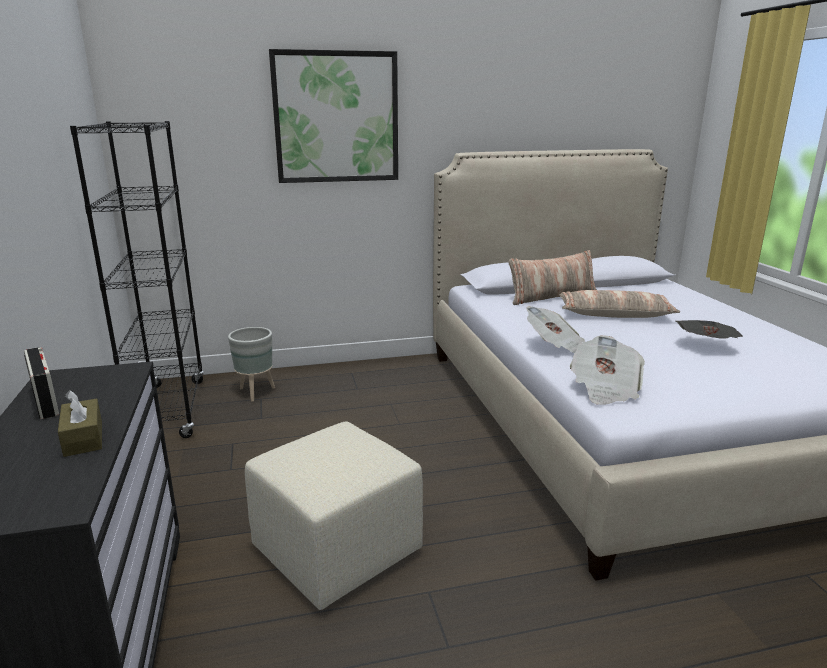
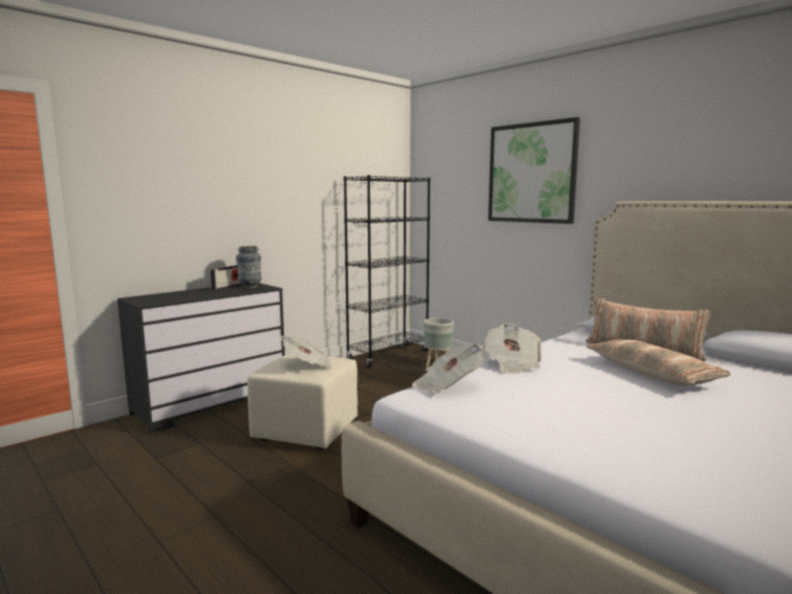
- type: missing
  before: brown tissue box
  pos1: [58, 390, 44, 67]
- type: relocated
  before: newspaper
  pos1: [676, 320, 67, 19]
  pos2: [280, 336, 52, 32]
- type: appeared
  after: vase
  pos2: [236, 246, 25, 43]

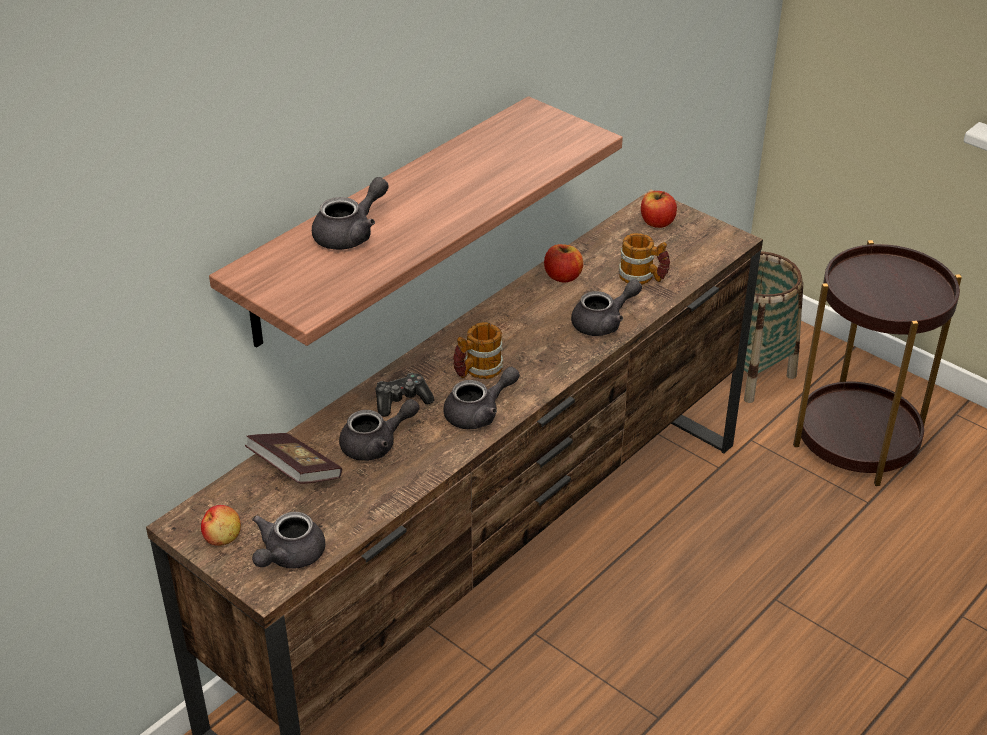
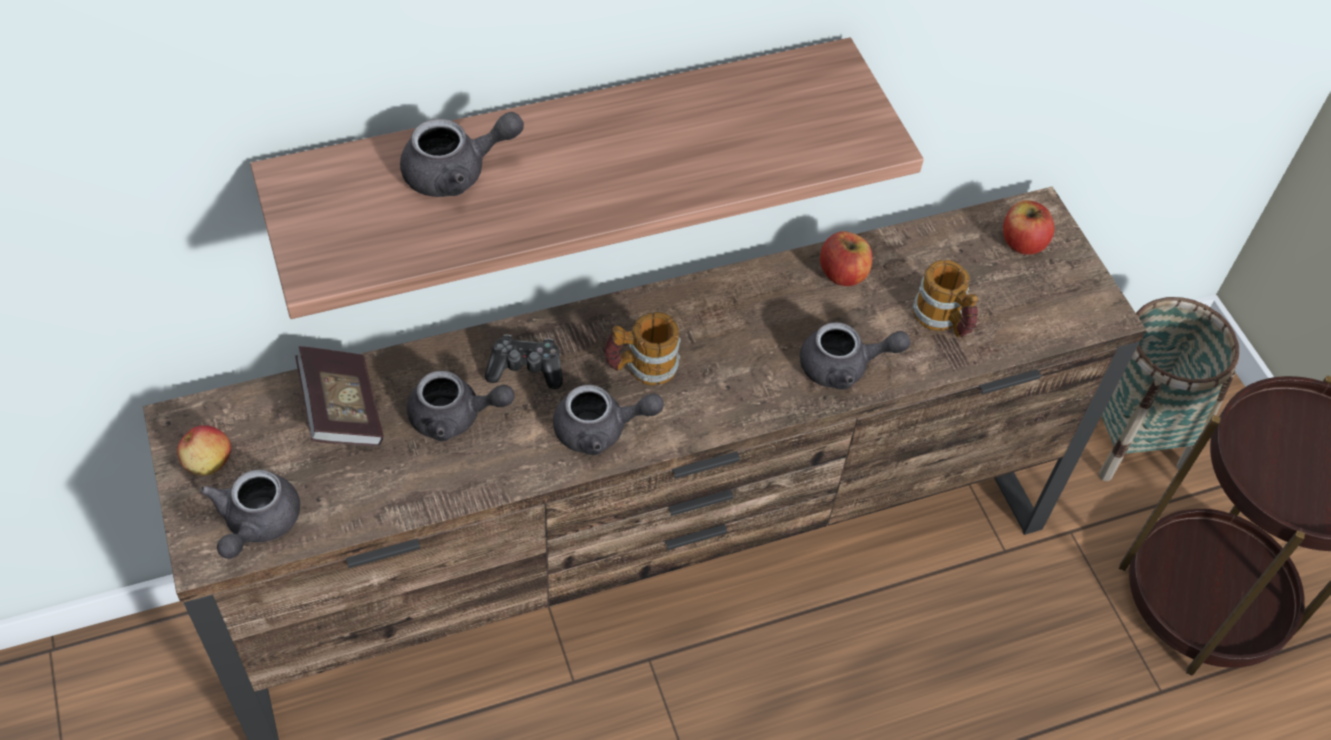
- type: spun
  before: grey teapot
  pos1: [252, 512, 73, 57]
  pos2: [200, 470, 100, 89]
  turn: -45

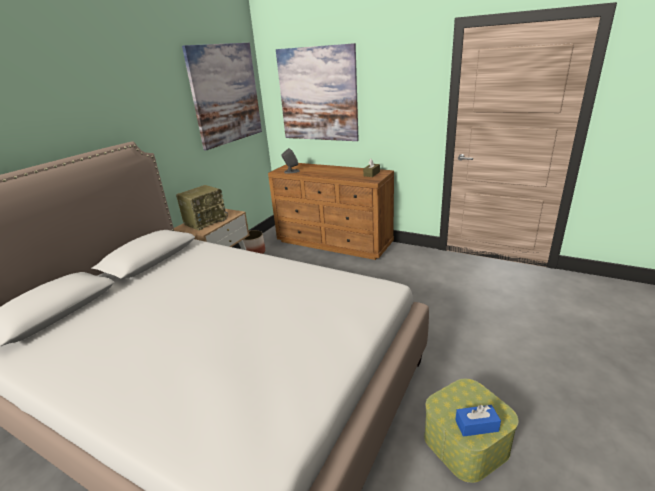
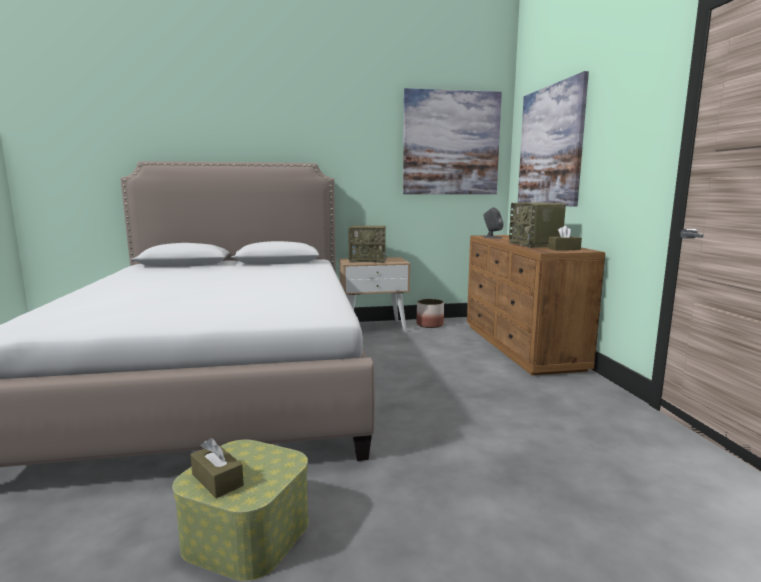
- type: colour
  before: blue tissue box
  after: brown tissue box
  pos1: [455, 405, 46, 32]
  pos2: [191, 438, 53, 60]
- type: appeared
  after: radio
  pos2: [509, 202, 57, 46]

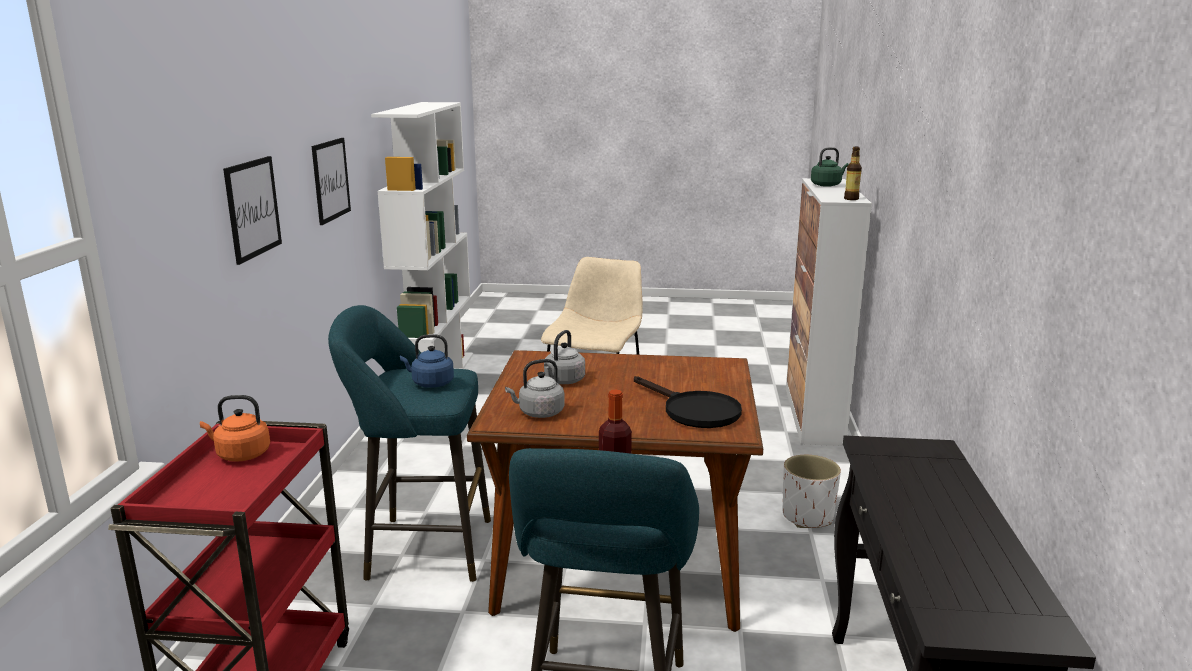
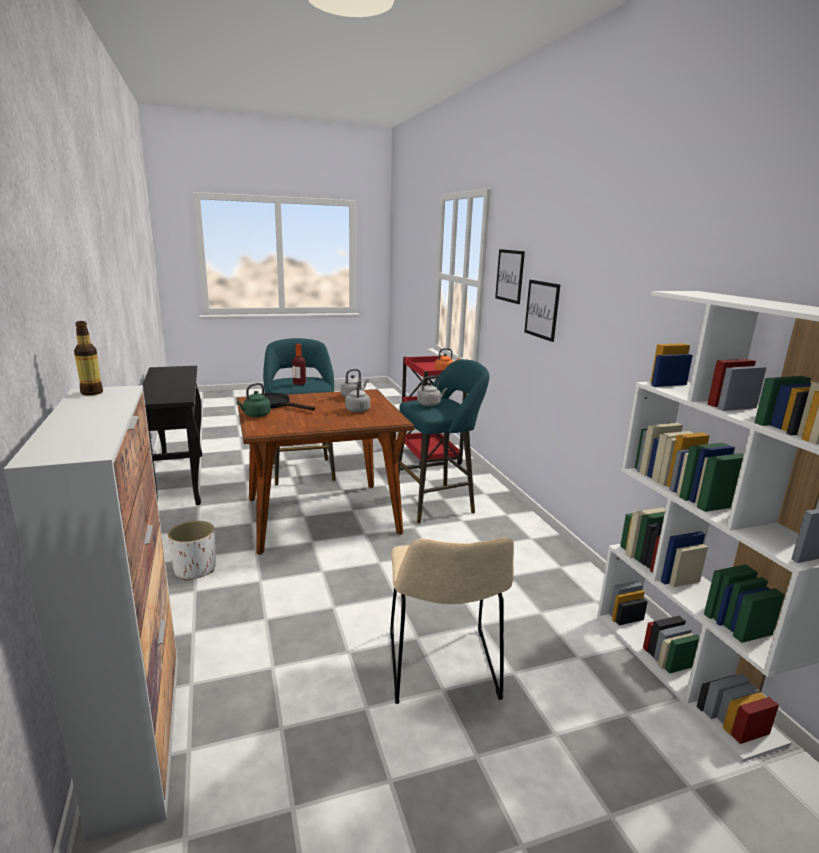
- type: relocated
  before: picture
  pos1: [312, 138, 39, 87]
  pos2: [495, 249, 30, 55]
- type: colour
  before: blue kettle
  after: grey kettle
  pos1: [400, 334, 54, 54]
  pos2: [417, 376, 30, 30]
- type: relocated
  before: green kettle
  pos1: [811, 147, 38, 40]
  pos2: [237, 383, 34, 34]

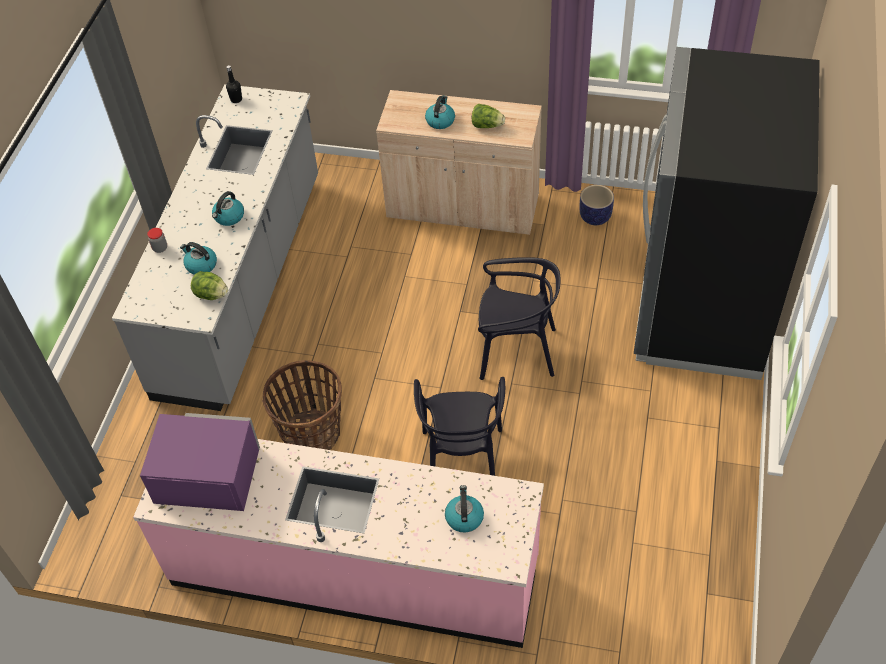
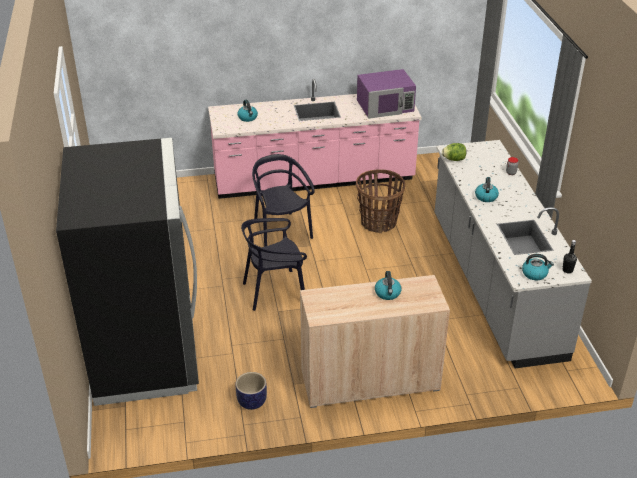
- type: relocated
  before: kettle
  pos1: [180, 242, 37, 33]
  pos2: [522, 254, 32, 26]
- type: missing
  before: lettuce
  pos1: [472, 104, 33, 24]

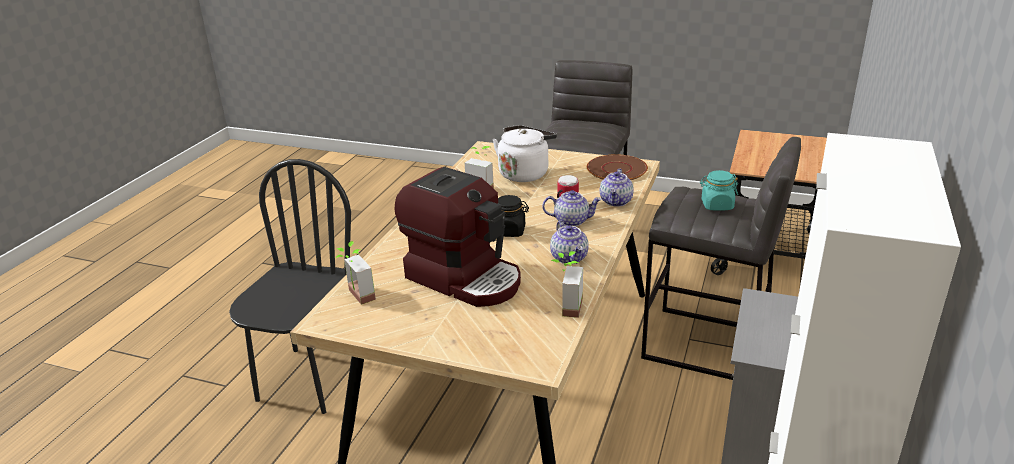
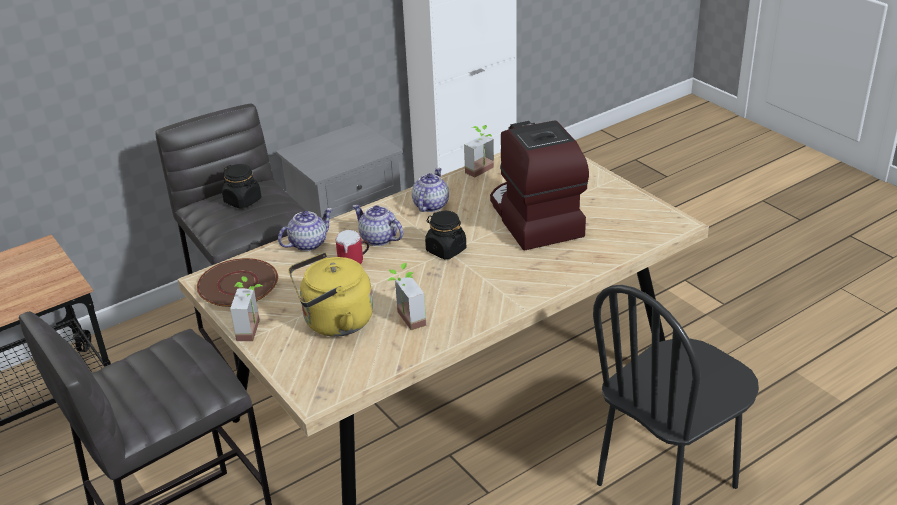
- type: relocated
  before: potted plant
  pos1: [335, 241, 41, 64]
  pos2: [230, 276, 32, 65]
- type: colour
  before: white kettle
  after: yellow kettle
  pos1: [492, 125, 65, 57]
  pos2: [288, 252, 85, 85]
- type: colour
  before: turquoise jar
  after: black jar
  pos1: [700, 170, 38, 41]
  pos2: [222, 164, 39, 45]

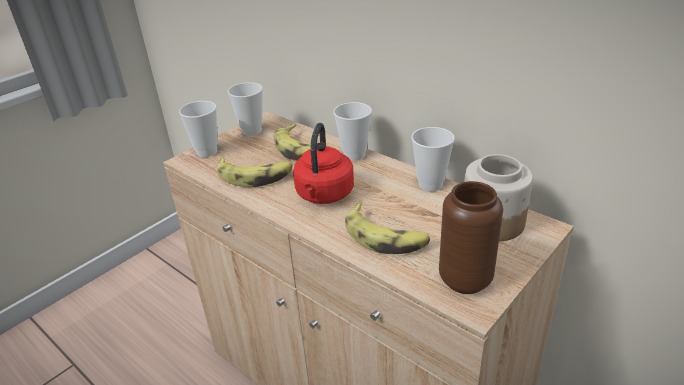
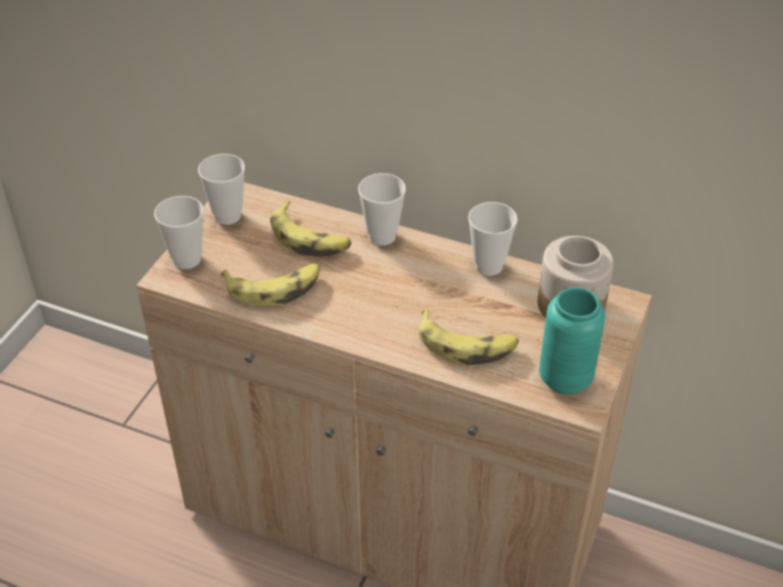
- type: missing
  before: red kettle
  pos1: [293, 123, 61, 81]
- type: colour
  before: brown vase
  after: turquoise vase
  pos1: [439, 181, 64, 113]
  pos2: [539, 287, 67, 107]

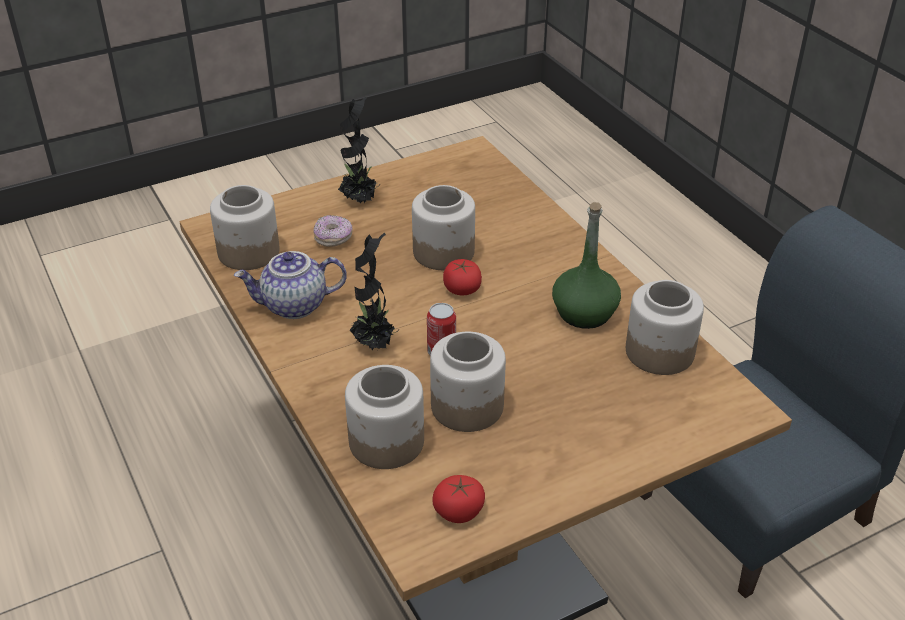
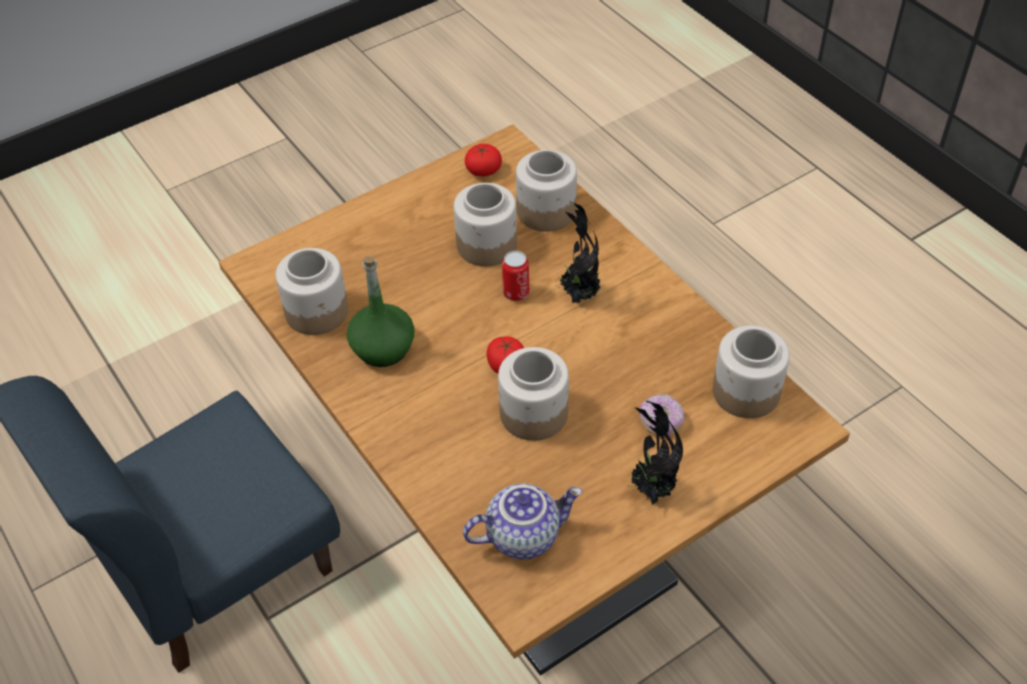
- type: relocated
  before: teapot
  pos1: [234, 251, 113, 68]
  pos2: [463, 484, 119, 76]

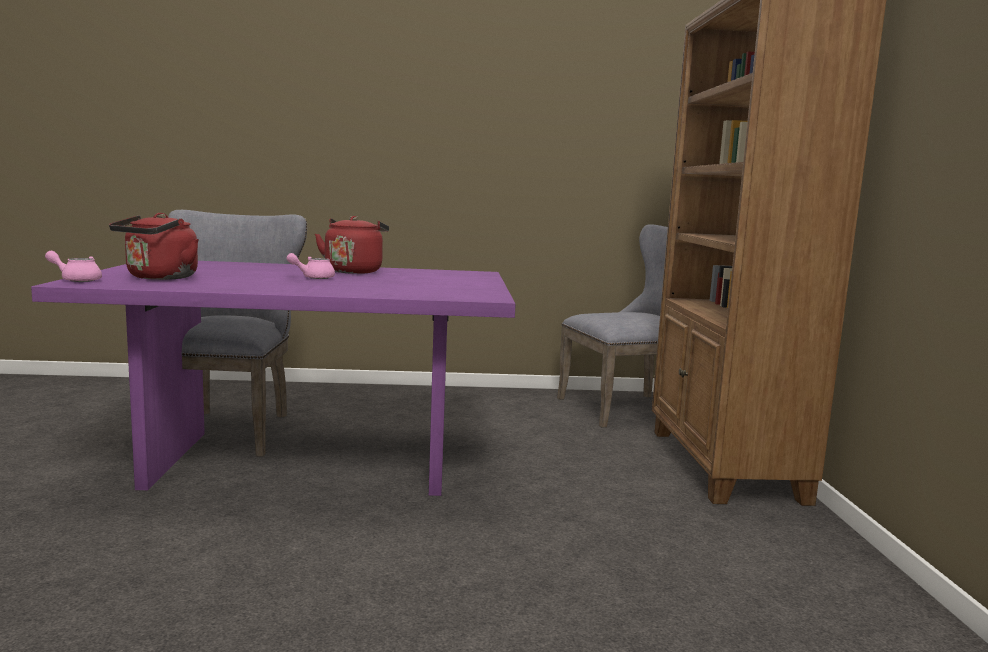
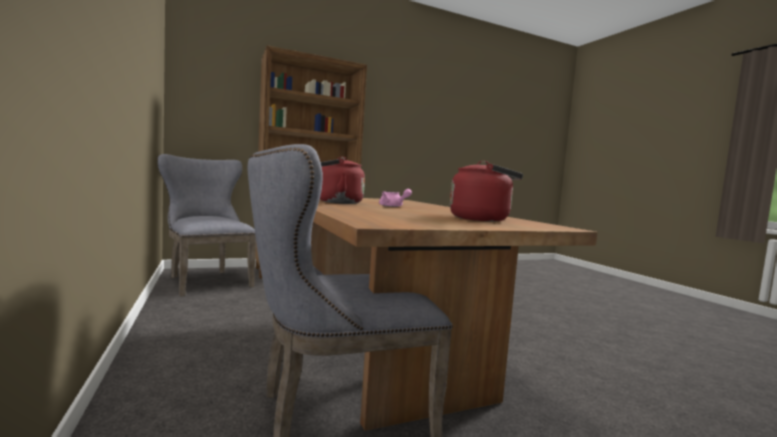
- type: colour
  before: purple dining table
  after: brown dining table
  pos1: [31, 261, 485, 235]
  pos2: [311, 198, 287, 233]
- type: missing
  before: pink teapot
  pos1: [45, 251, 57, 31]

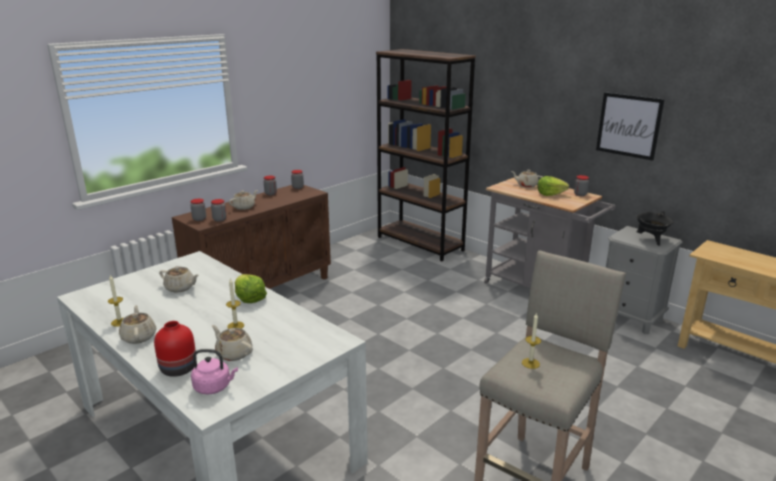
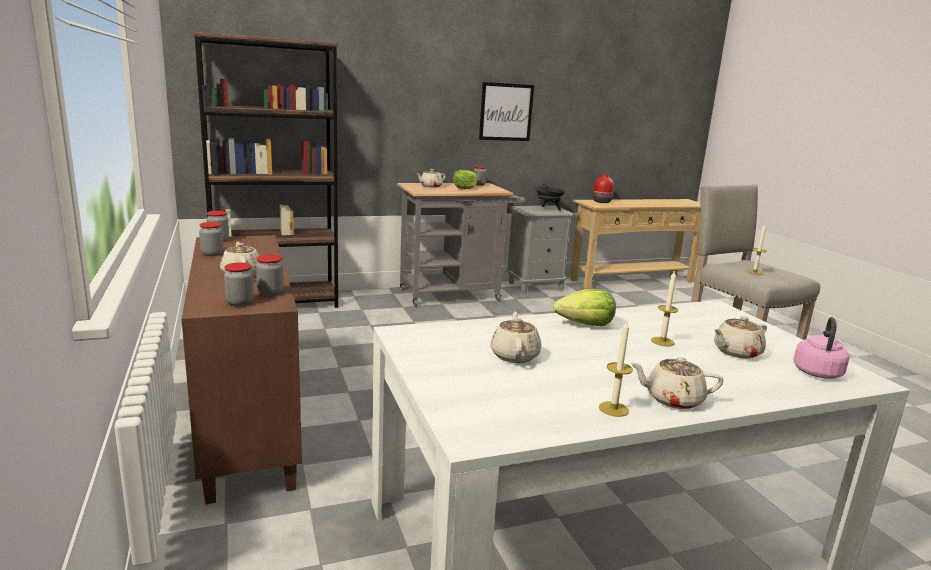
- type: relocated
  before: red vase
  pos1: [154, 321, 43, 56]
  pos2: [593, 174, 21, 29]
- type: spun
  before: beige teapot
  pos1: [159, 266, 40, 27]
  pos2: [490, 312, 51, 51]
  turn: -45

